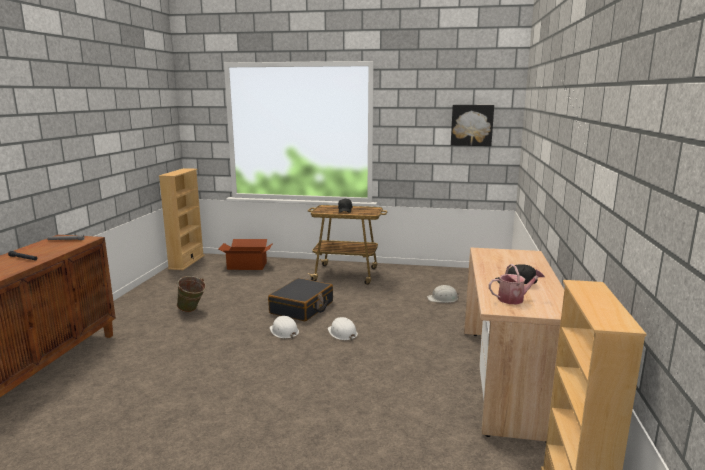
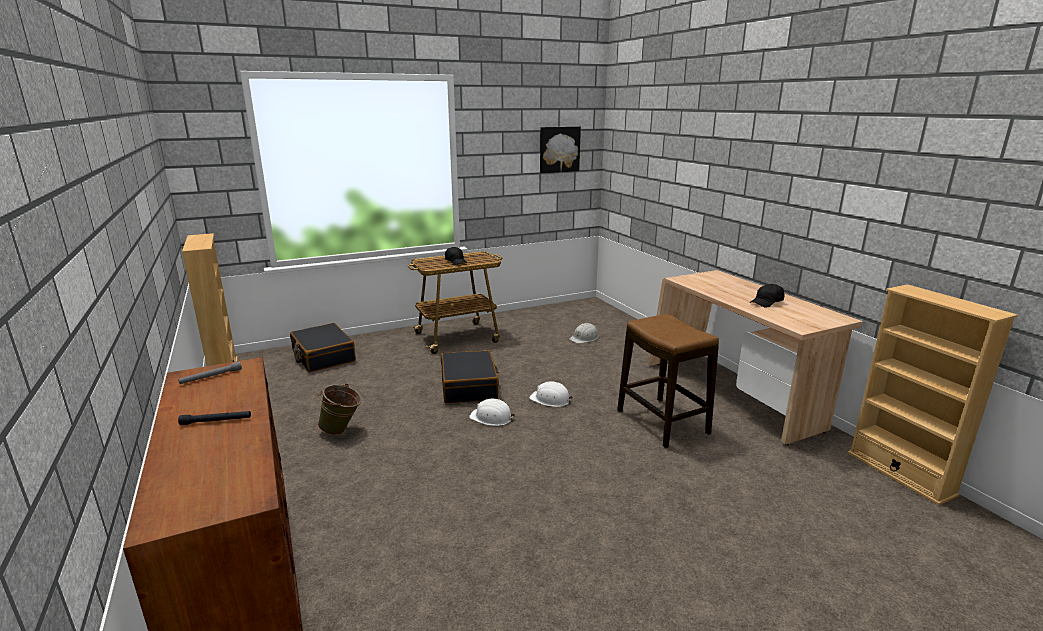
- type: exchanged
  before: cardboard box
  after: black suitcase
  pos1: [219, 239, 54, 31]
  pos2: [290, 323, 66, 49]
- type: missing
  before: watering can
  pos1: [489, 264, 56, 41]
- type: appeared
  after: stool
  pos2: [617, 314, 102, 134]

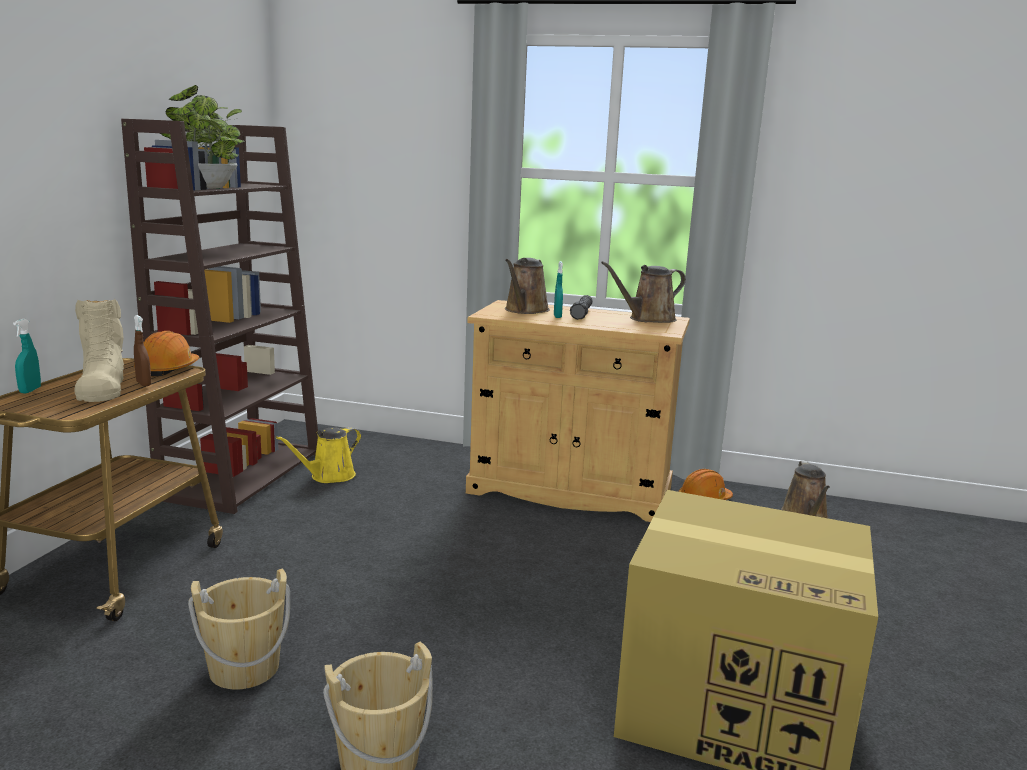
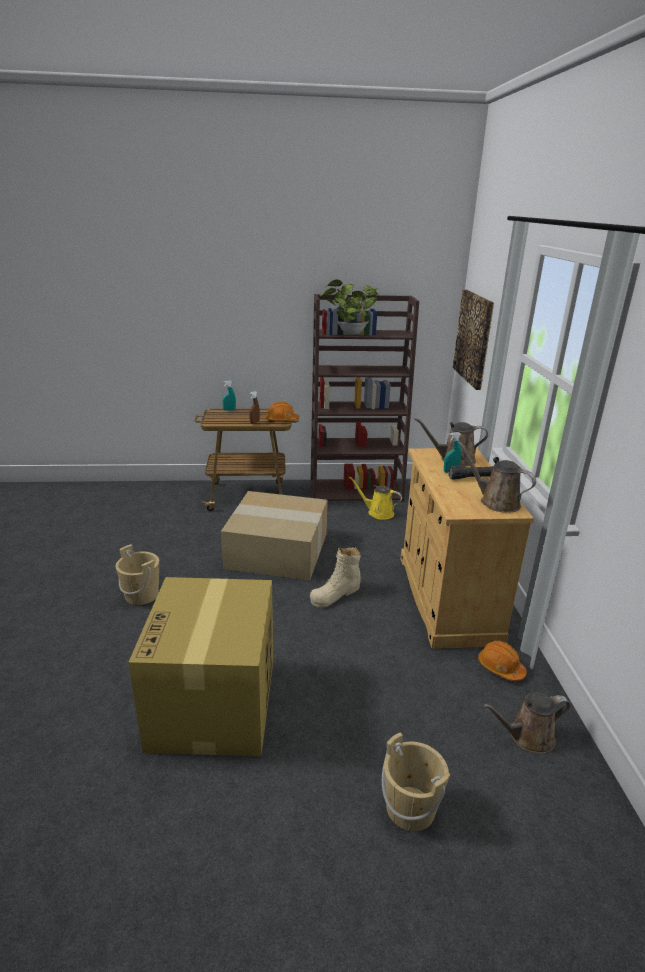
- type: relocated
  before: beige boot
  pos1: [74, 299, 50, 103]
  pos2: [310, 547, 50, 61]
- type: relocated
  before: beige bucket
  pos1: [188, 569, 102, 121]
  pos2: [382, 732, 68, 99]
- type: appeared
  after: cardboard box
  pos2: [221, 491, 107, 89]
- type: appeared
  after: picture
  pos2: [453, 289, 41, 101]

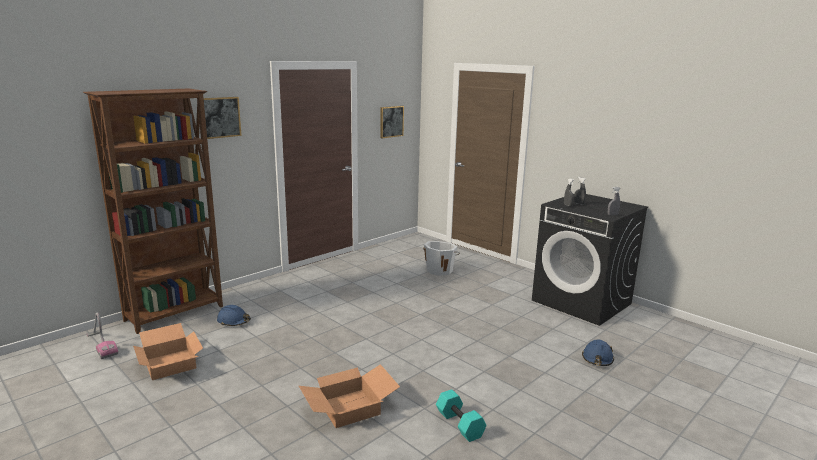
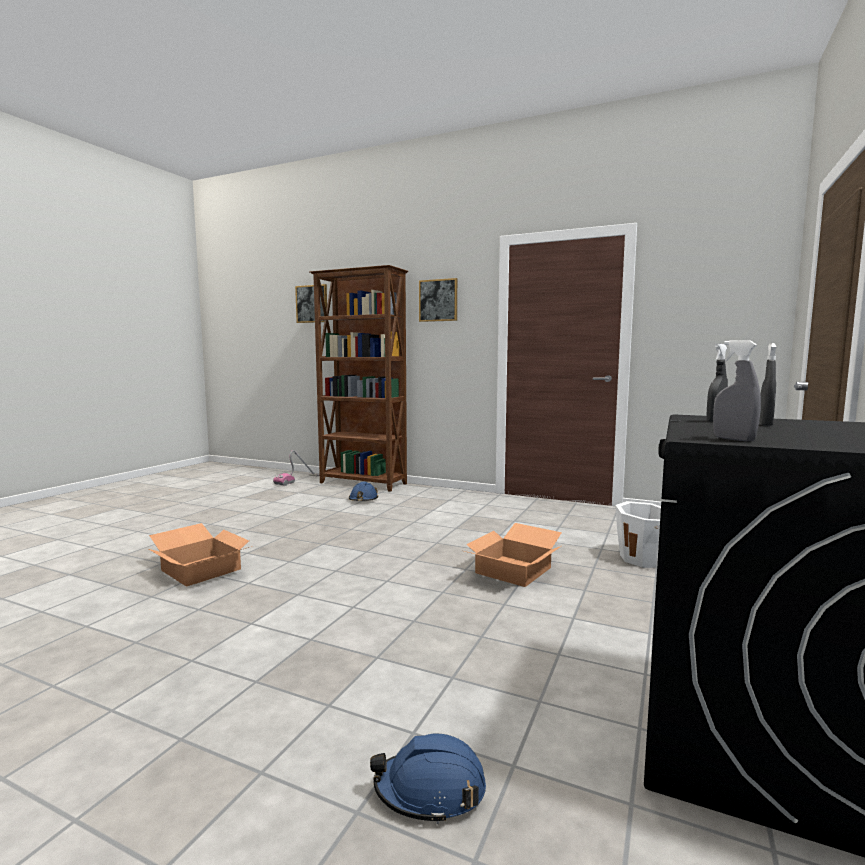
- type: relocated
  before: cardboard box
  pos1: [133, 323, 70, 57]
  pos2: [464, 523, 98, 64]
- type: relocated
  before: picture
  pos1: [380, 106, 24, 32]
  pos2: [295, 284, 32, 39]
- type: missing
  before: turquoise dumbbell
  pos1: [436, 389, 50, 53]

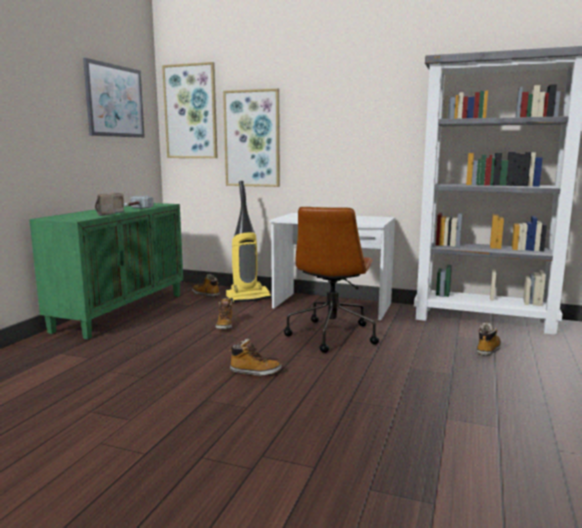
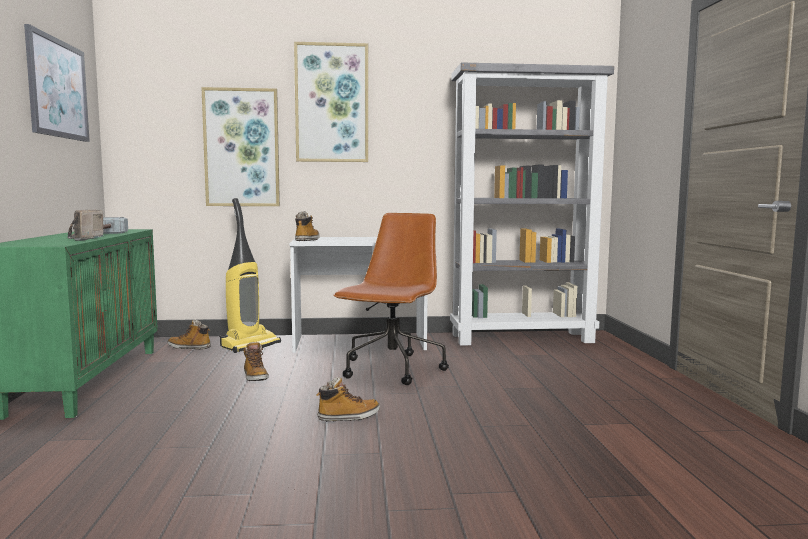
- type: relocated
  before: picture
  pos1: [162, 62, 56, 96]
  pos2: [294, 42, 74, 120]
- type: spun
  before: brown office chair
  pos1: [284, 207, 95, 146]
  pos2: [333, 213, 116, 172]
  turn: -150
- type: relocated
  before: boot
  pos1: [477, 323, 24, 33]
  pos2: [295, 211, 25, 30]

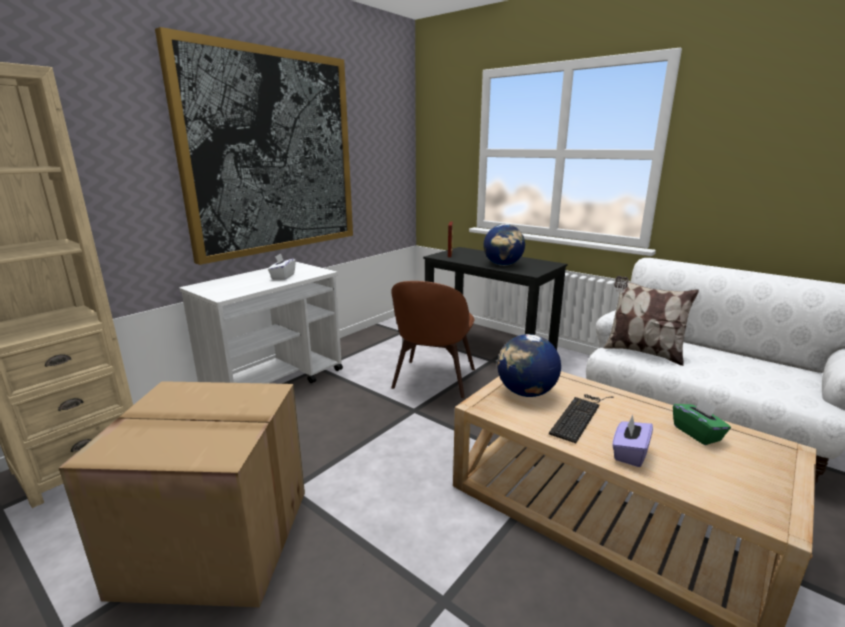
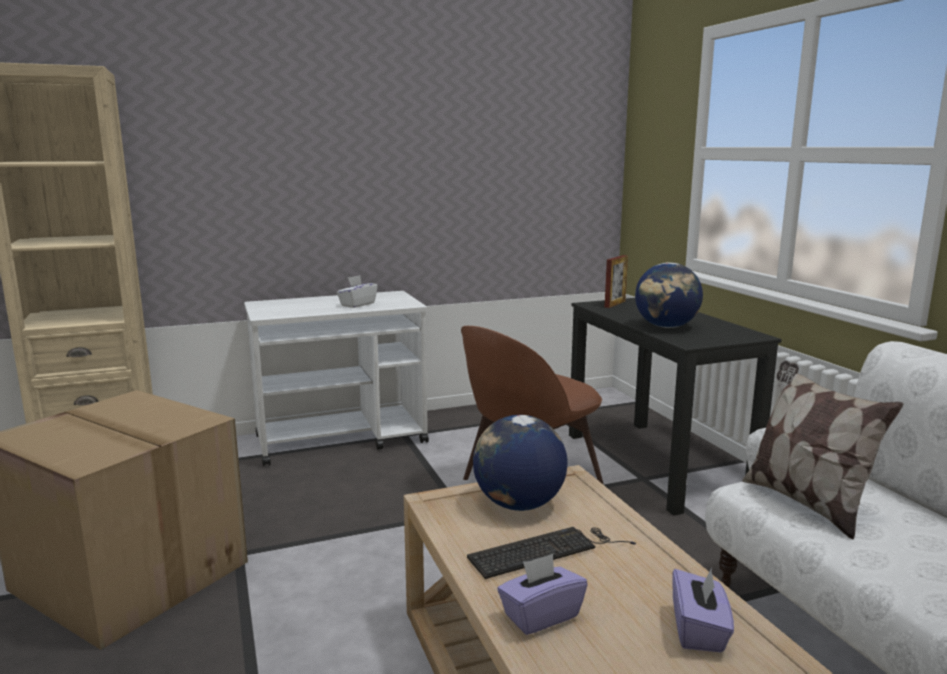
- type: missing
  before: picture
  pos1: [155, 27, 198, 238]
- type: colour
  before: green tissue box
  after: purple tissue box
  pos1: [673, 397, 58, 48]
  pos2: [672, 568, 62, 85]

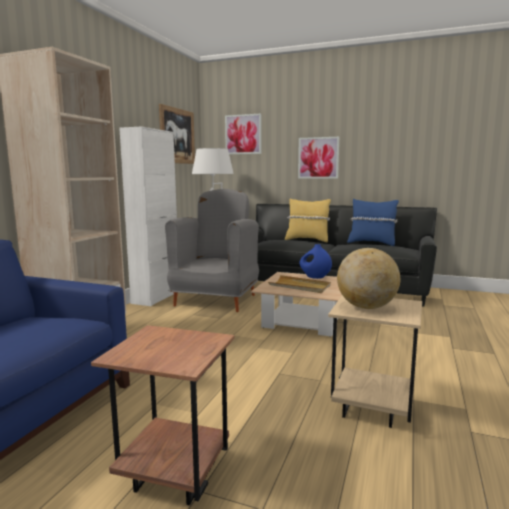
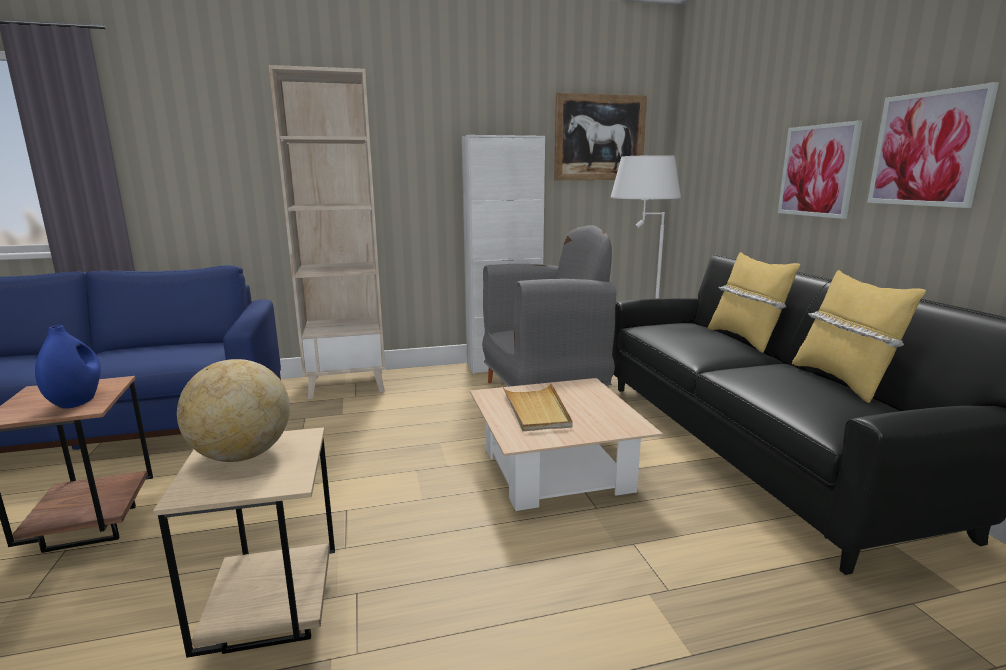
- type: relocated
  before: picture
  pos1: [225, 114, 36, 40]
  pos2: [867, 82, 132, 126]
- type: relocated
  before: blue vase
  pos1: [300, 244, 32, 35]
  pos2: [35, 325, 66, 84]
- type: colour
  before: blue pillow
  after: yellow pillow
  pos1: [347, 199, 52, 47]
  pos2: [792, 270, 134, 133]

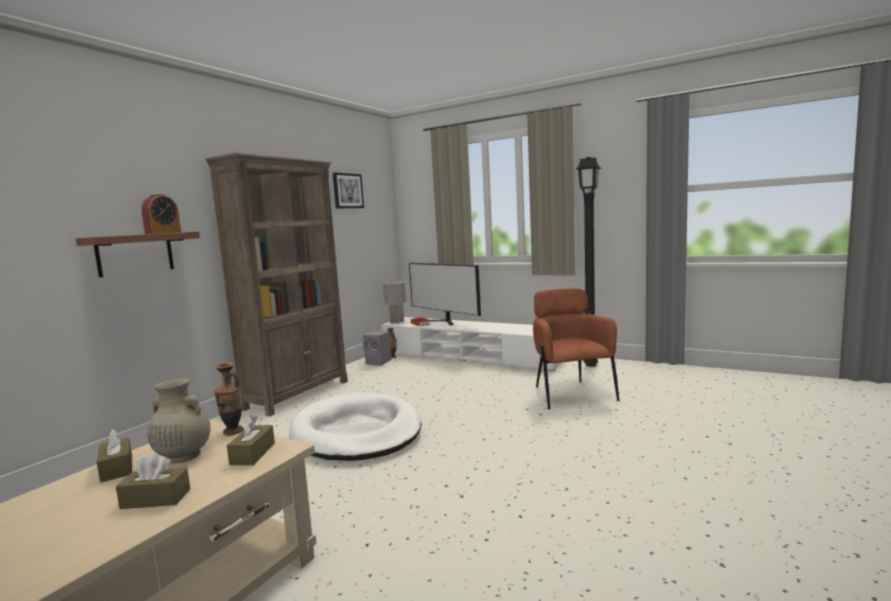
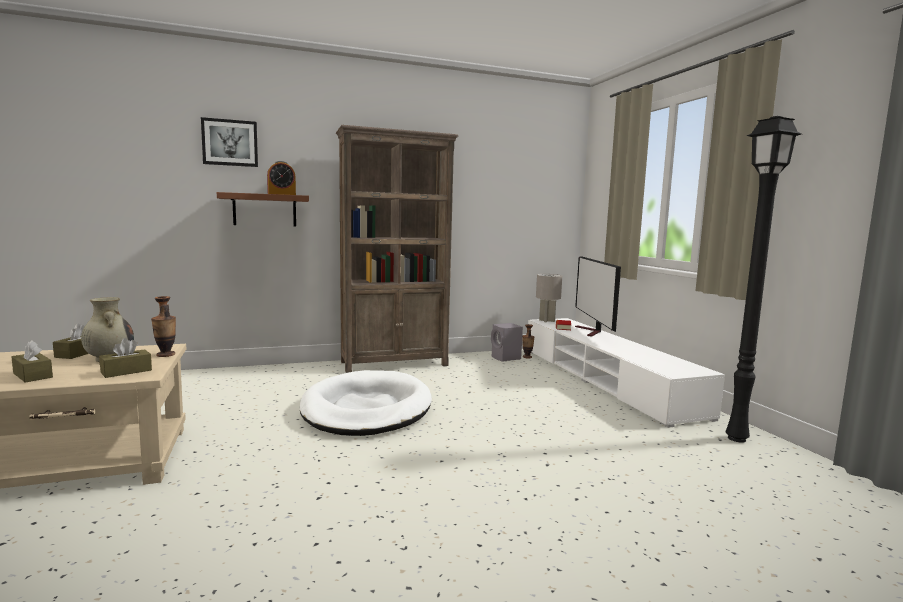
- type: relocated
  before: picture
  pos1: [333, 172, 31, 36]
  pos2: [201, 117, 57, 50]
- type: missing
  before: brown armchair
  pos1: [533, 288, 86, 121]

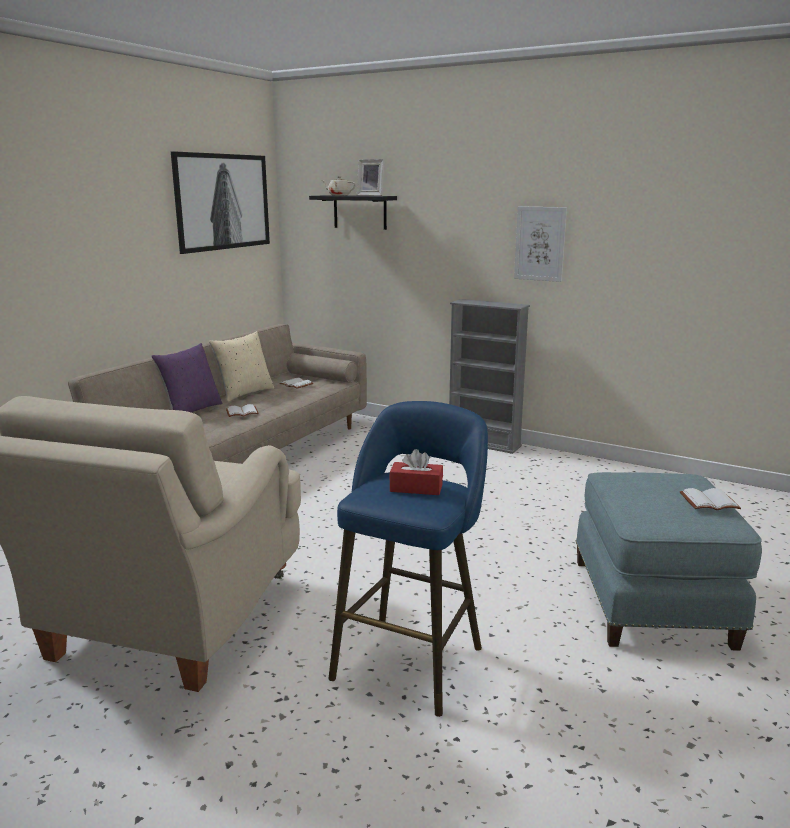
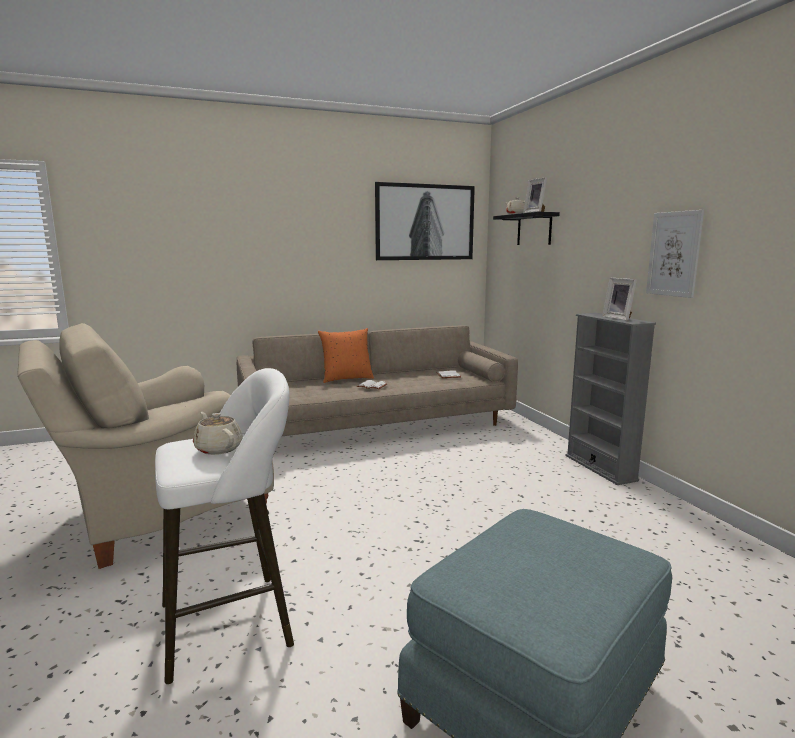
- type: colour
  before: purple pillow
  after: orange pillow
  pos1: [151, 343, 72, 70]
  pos2: [318, 328, 56, 55]
- type: missing
  before: beige pillow
  pos1: [209, 331, 65, 71]
- type: colour
  before: blue stool
  after: white stool
  pos1: [328, 401, 160, 316]
  pos2: [155, 368, 139, 316]
- type: exchanged
  before: red tissue box
  after: beige teapot
  pos1: [389, 449, 54, 46]
  pos2: [193, 412, 50, 43]
- type: missing
  before: white book
  pos1: [680, 488, 61, 22]
- type: appeared
  after: picture frame
  pos2: [602, 278, 35, 43]

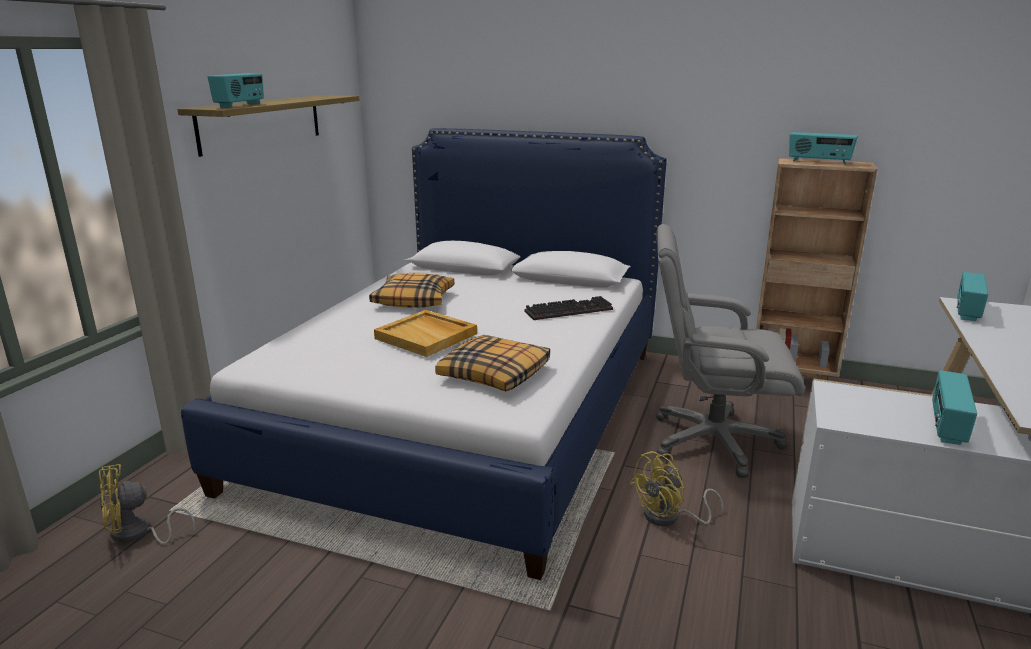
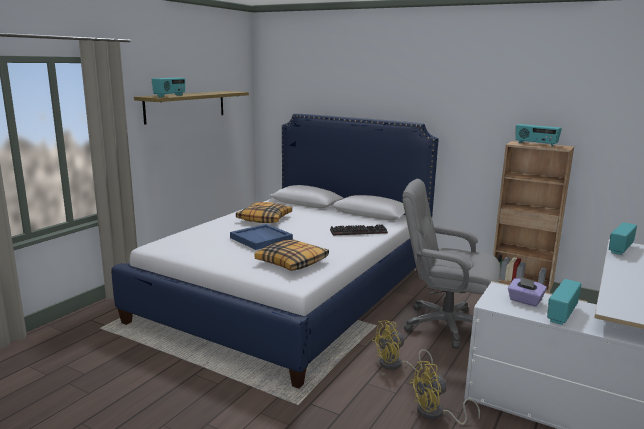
- type: relocated
  before: yellow fan
  pos1: [99, 464, 97, 81]
  pos2: [409, 361, 71, 64]
- type: colour
  before: beige tray
  after: blue tray
  pos1: [374, 310, 103, 47]
  pos2: [230, 224, 63, 26]
- type: appeared
  after: purple tissue box
  pos2: [508, 277, 39, 30]

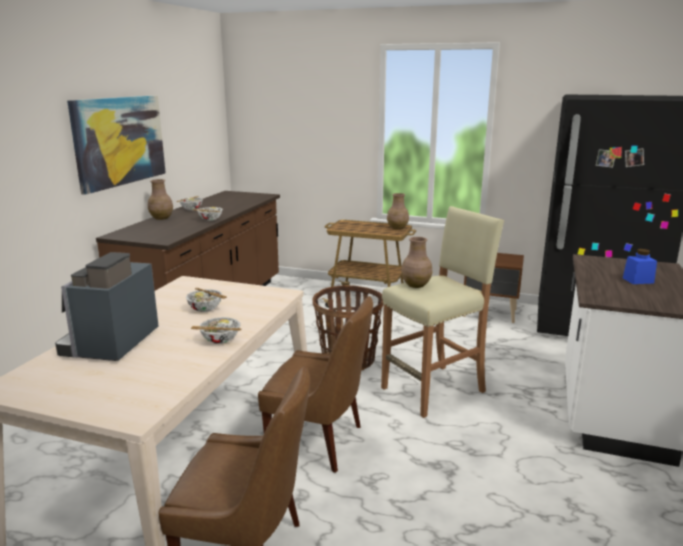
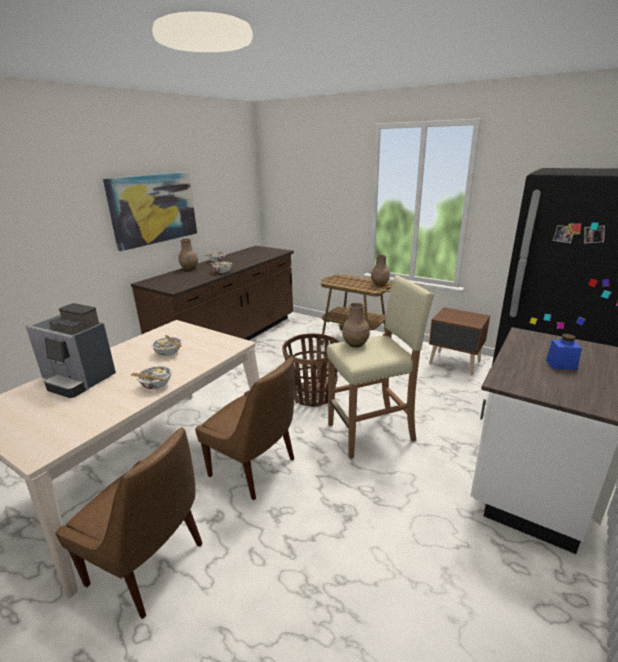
- type: spun
  before: coffee machine
  pos1: [55, 252, 103, 109]
  pos2: [26, 303, 90, 95]
  turn: -90

